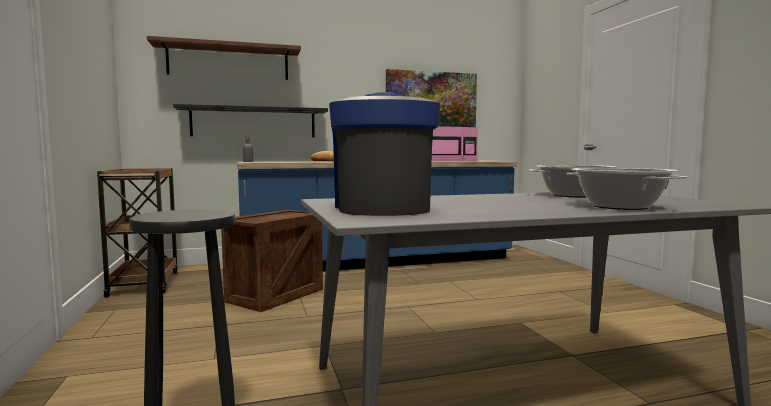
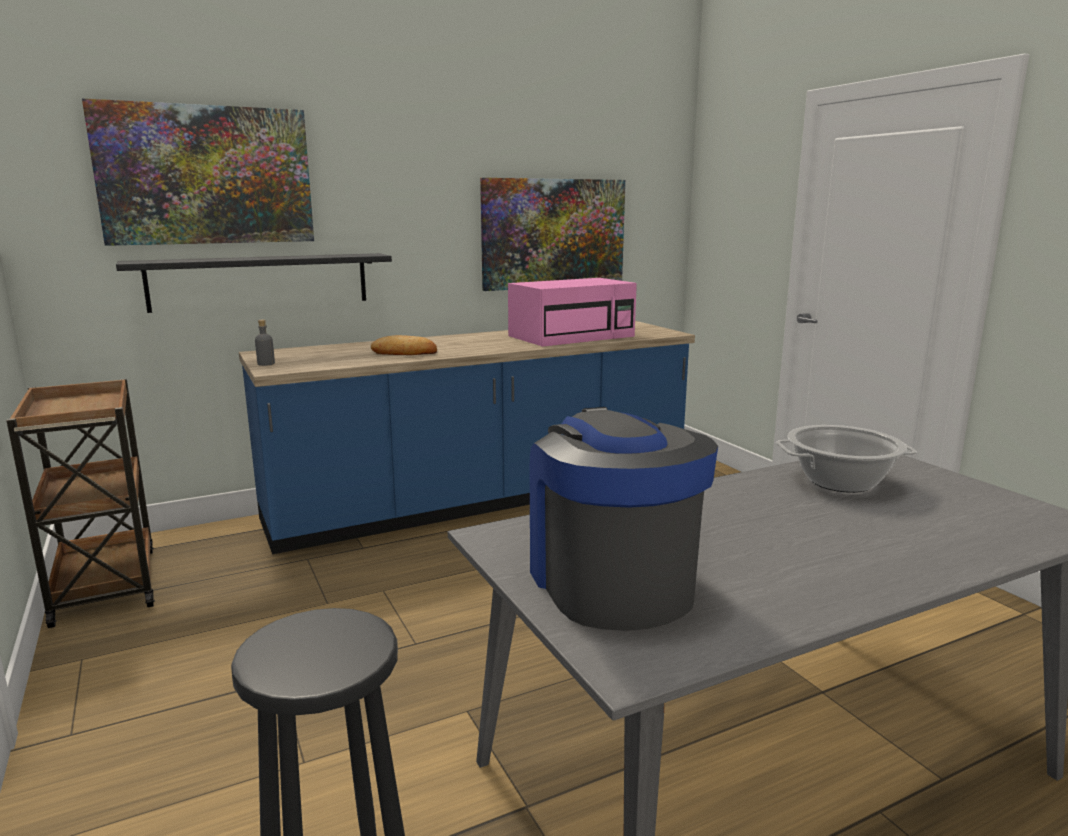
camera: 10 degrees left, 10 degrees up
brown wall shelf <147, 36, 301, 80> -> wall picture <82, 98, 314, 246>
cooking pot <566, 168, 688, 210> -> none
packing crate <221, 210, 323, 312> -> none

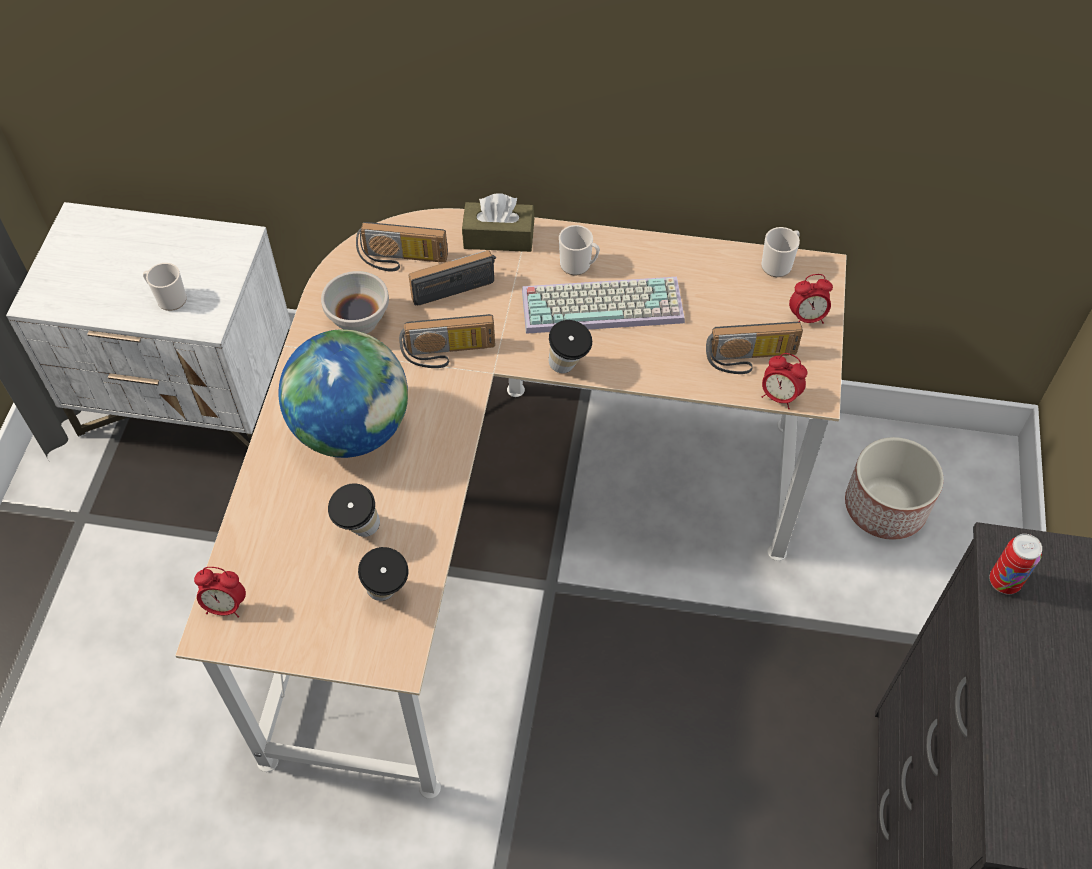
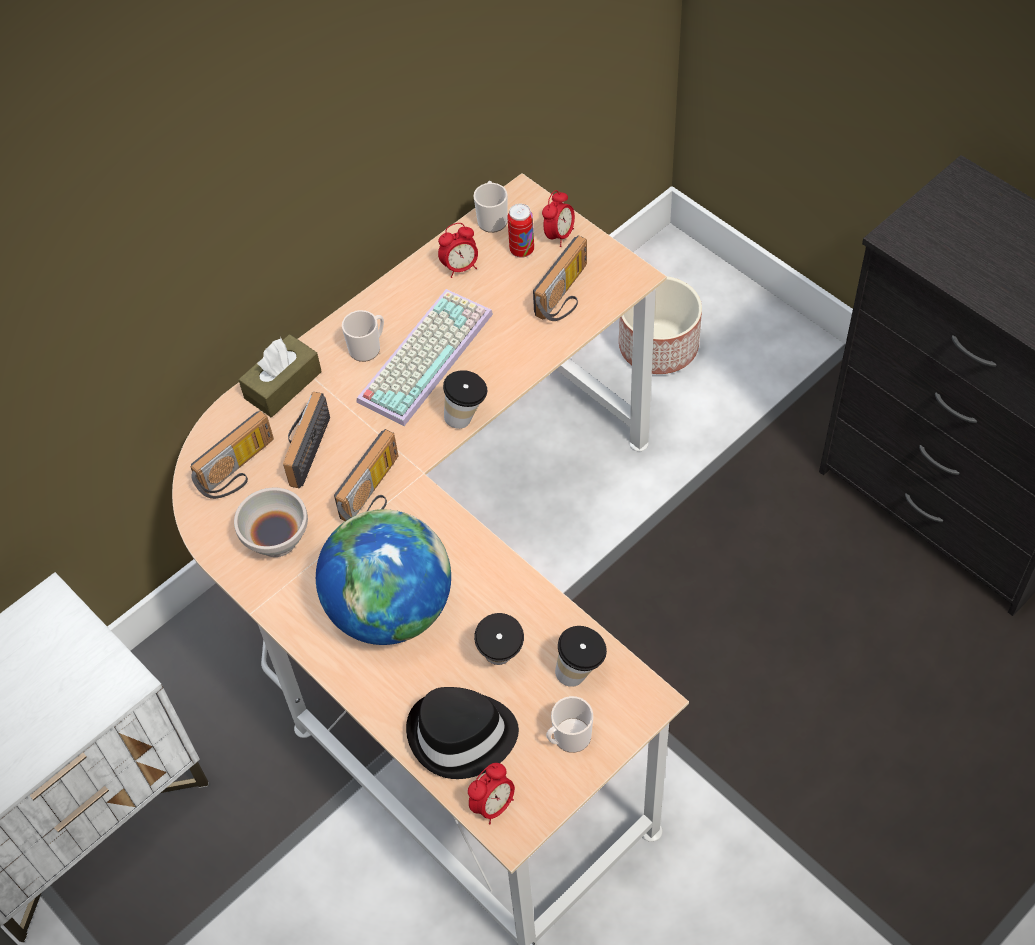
camera: 50 degrees left, 0 degrees up
coffee mug <143, 263, 187, 311> -> coffee mug <546, 696, 593, 753>, shifted
table clock <762, 353, 807, 409> -> table clock <438, 223, 478, 278>, shifted
metal can <990, 534, 1042, 594> -> metal can <507, 204, 534, 258>, shifted
none -> blackish hat <406, 687, 519, 779>

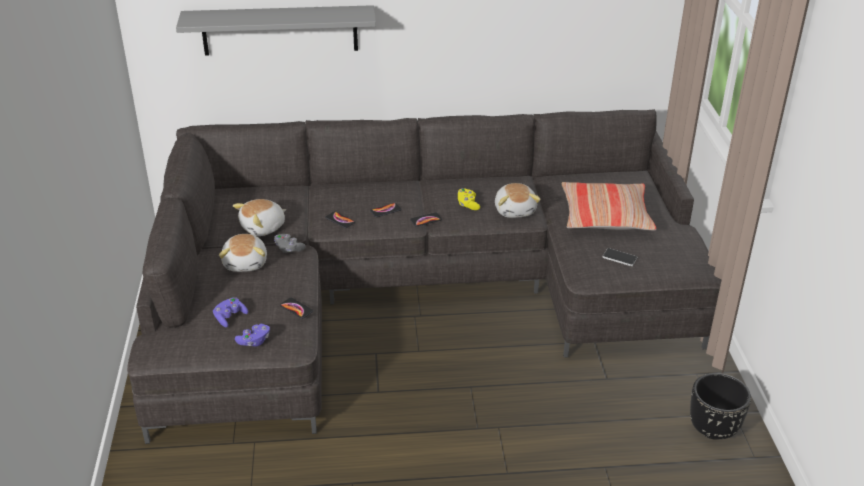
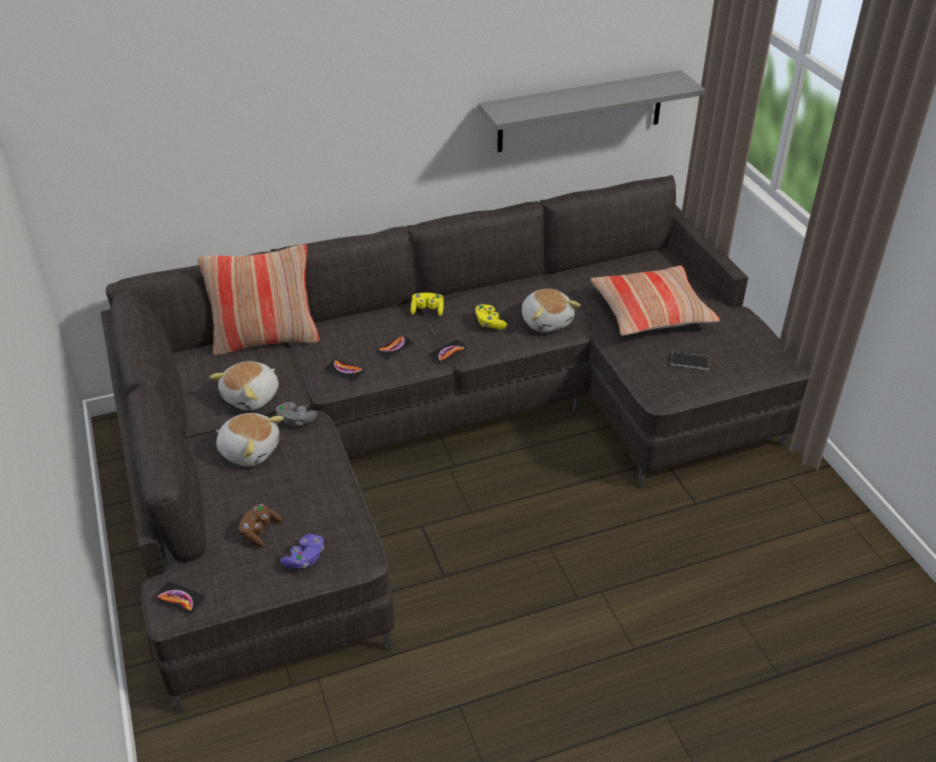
camera: 15 degrees left, 5 degrees up
greyish wall shelf <176, 5, 376, 56> -> greyish wall shelf <479, 70, 705, 152>, shifted
cuddly toy <219, 234, 267, 272> -> cuddly toy <216, 413, 284, 466>, 45 degrees counterclockwise
purple-coloured joypad <213, 297, 248, 328> -> brown joypad <239, 504, 282, 547>
phone <280, 298, 313, 319> -> phone <155, 582, 206, 613>, shifted
blackish plant pot <690, 373, 751, 440> -> none
none -> pillow <198, 244, 320, 355>
none -> yellow joypad <411, 293, 443, 316>

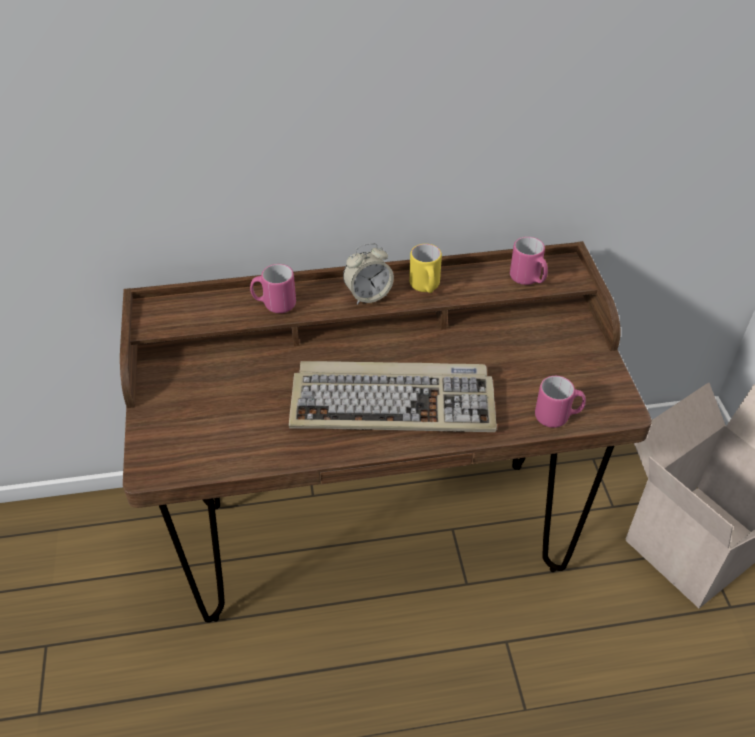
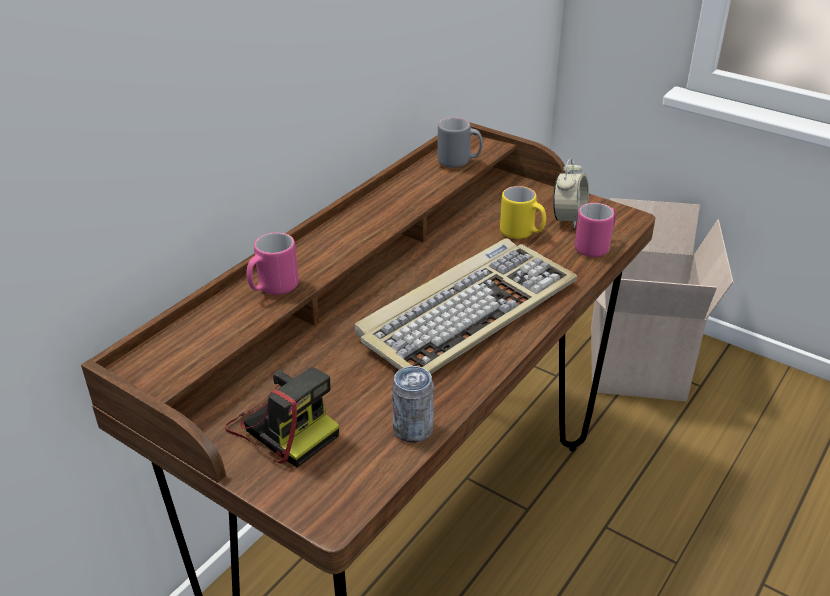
camera: 45 degrees left, 10 degrees down
pink coffee mug <510, 237, 548, 285> -> greyish coffee mug <437, 117, 483, 168>
table clock <343, 243, 394, 304> -> table clock <553, 158, 589, 229>, shifted
yellow coffee mug <409, 244, 442, 293> -> yellow coffee mug <500, 186, 546, 239>, shifted
none -> metal can <392, 366, 434, 443>
none -> still camera <225, 367, 339, 468>

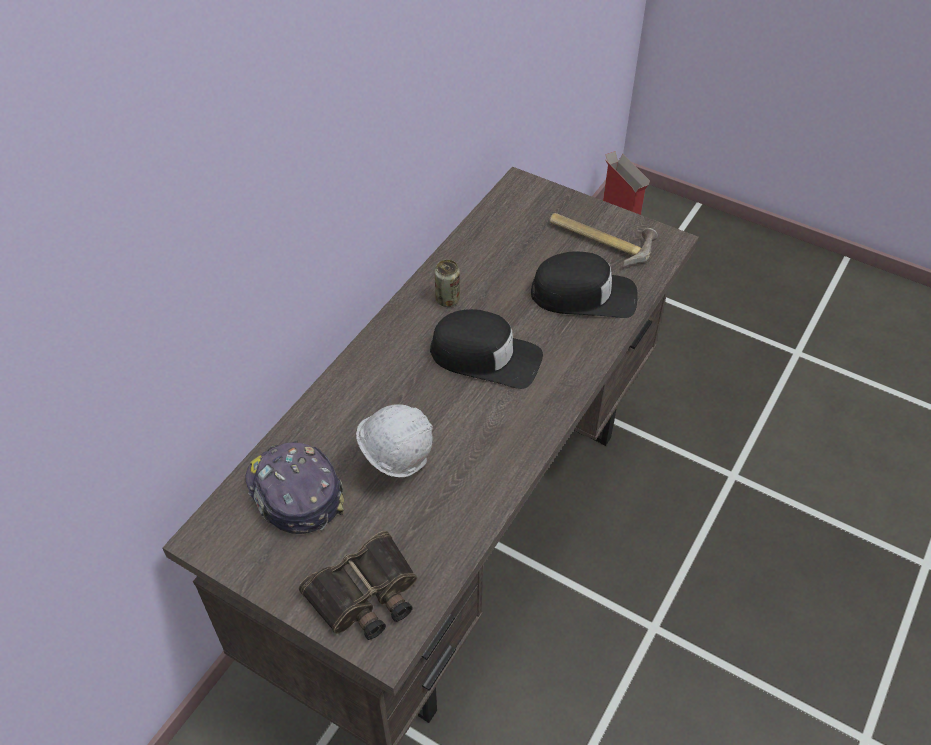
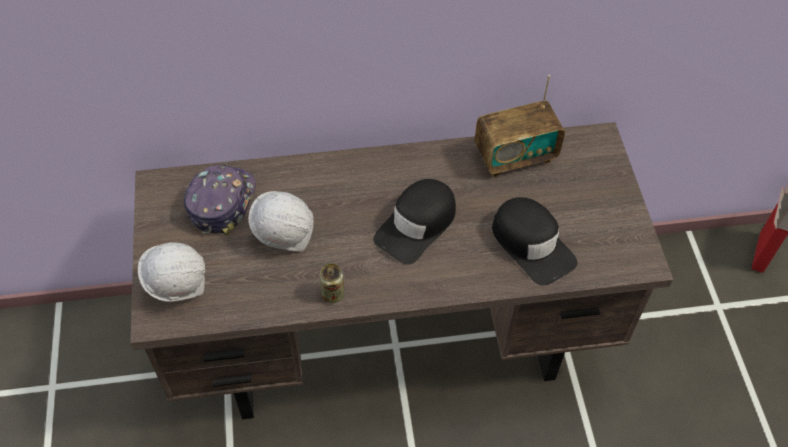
camera: 50 degrees right, 5 degrees up
hand hammer <550, 213, 658, 267> -> none
metal can <435, 260, 460, 307> -> metal can <320, 264, 345, 303>, shifted
blackish baseball cap <430, 309, 543, 389> -> blackish baseball cap <373, 179, 456, 265>, 60 degrees clockwise
field glasses <299, 531, 417, 640> -> white work helmet <138, 242, 206, 302>
none -> radio <475, 75, 565, 177>

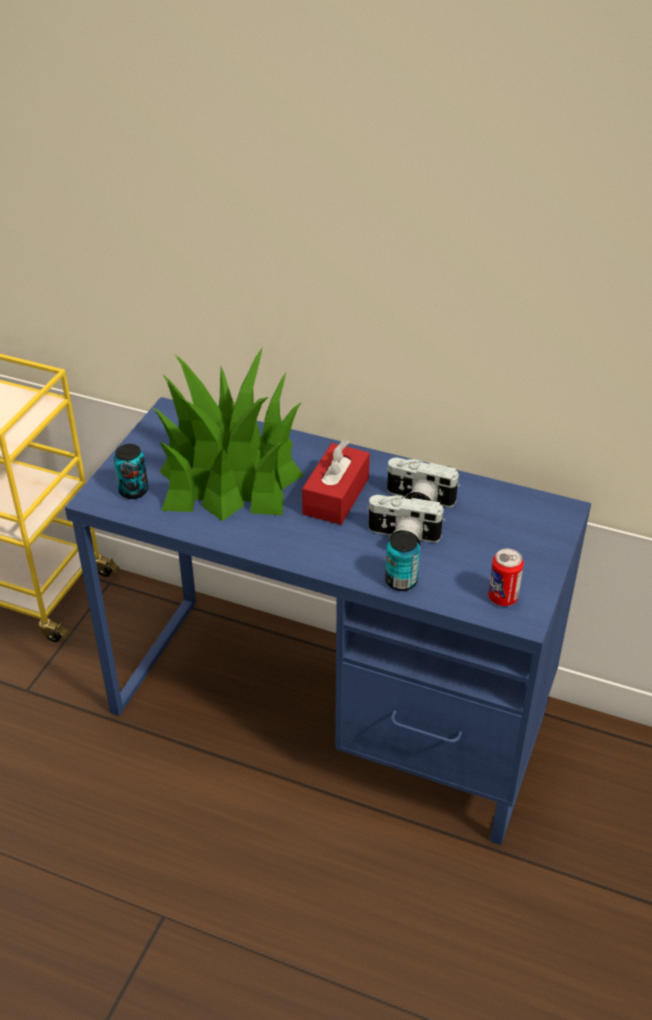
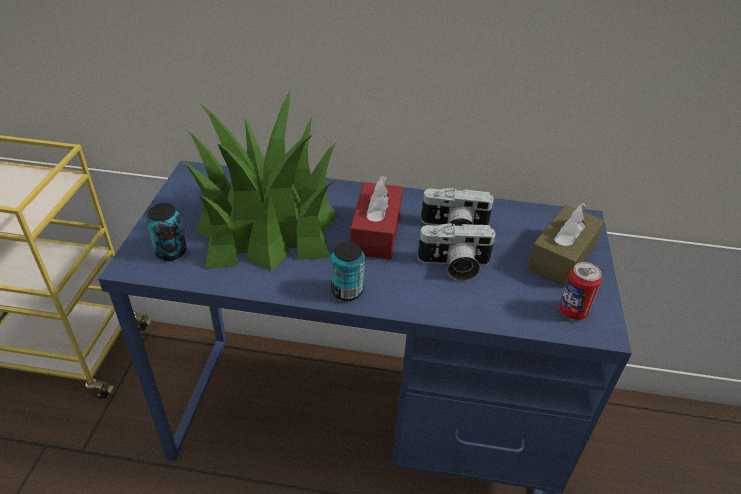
camera: 15 degrees left, 0 degrees up
metal can <385, 532, 420, 591> -> metal can <331, 241, 365, 301>, shifted
none -> brown box of tissues <526, 202, 604, 287>

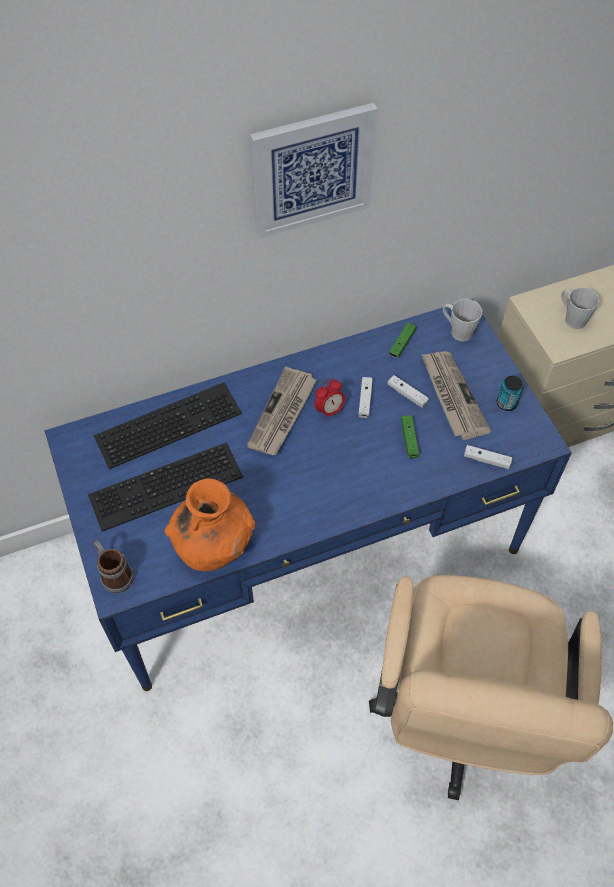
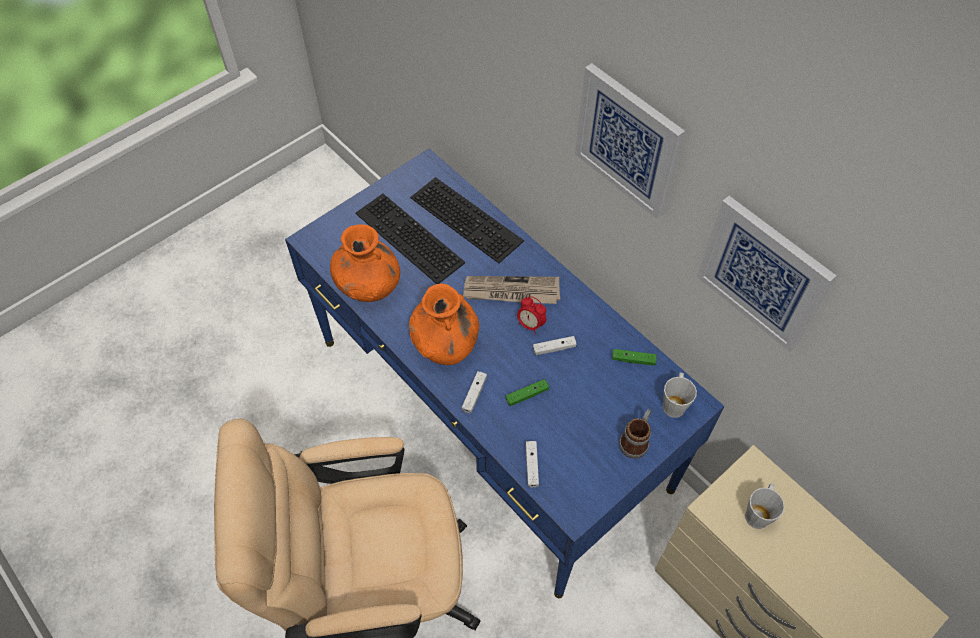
camera: 70 degrees right, 0 degrees up
printed paper <421, 351, 491, 440> -> none
white joypad <387, 375, 429, 408> -> white joypad <462, 371, 487, 413>, shifted
metal can <497, 376, 523, 411> -> none
coffee mug <93, 540, 133, 593> -> coffee mug <619, 409, 652, 459>, shifted
none -> wall picture <697, 196, 836, 352>
none -> orange-coloured vase <409, 284, 479, 365>

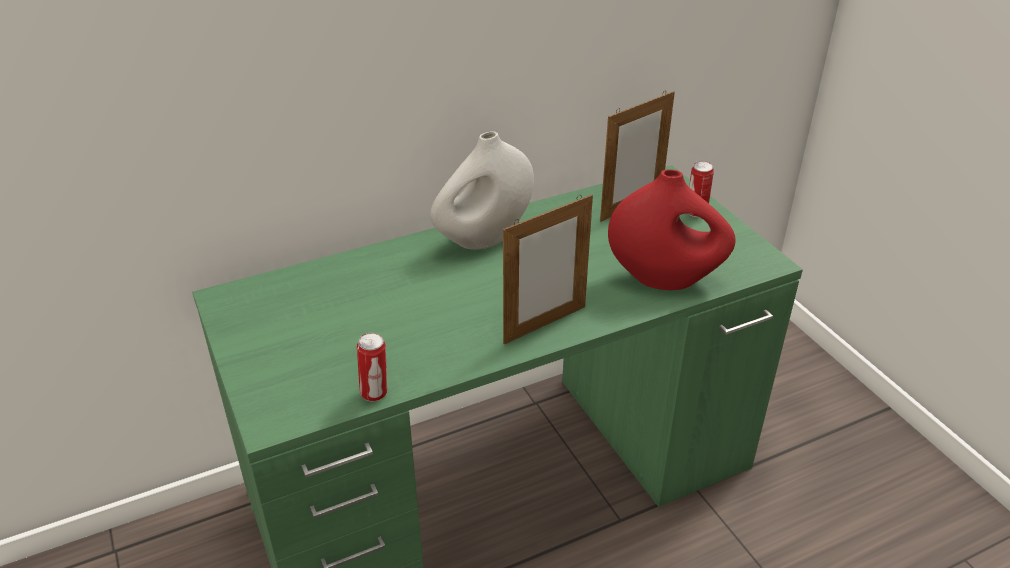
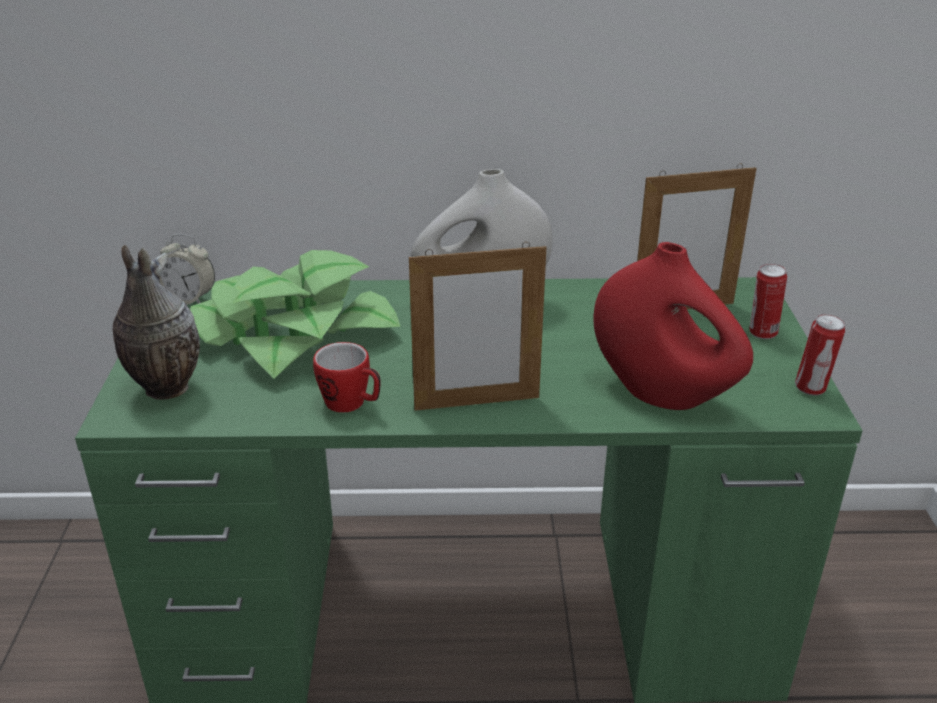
camera: 25 degrees right, 5 degrees down
metal can <357, 333, 387, 402> -> metal can <795, 314, 845, 395>, shifted
none -> table clock <160, 234, 215, 305>
none -> vase <113, 245, 200, 400>
none -> potted plant <190, 250, 401, 379>
none -> coffee mug <313, 342, 381, 413>

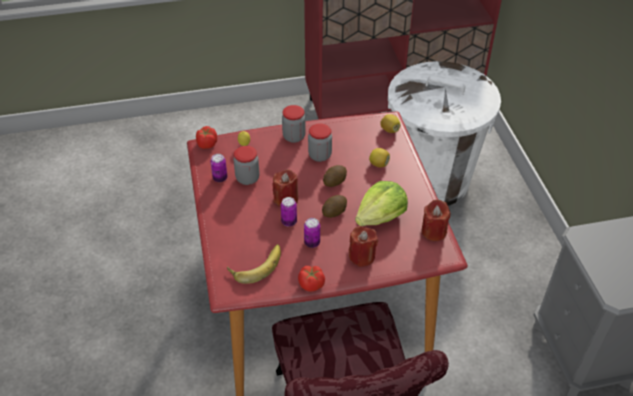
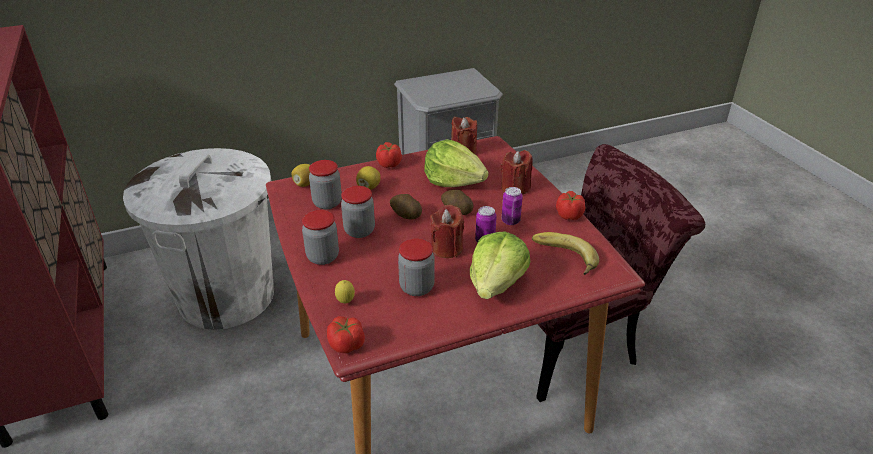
camera: 100 degrees left, 10 degrees down
metal can <210, 154, 227, 182> -> none
none -> tomato <376, 142, 402, 168>
none -> jar <309, 160, 342, 209>
none -> lettuce <470, 232, 531, 299>

